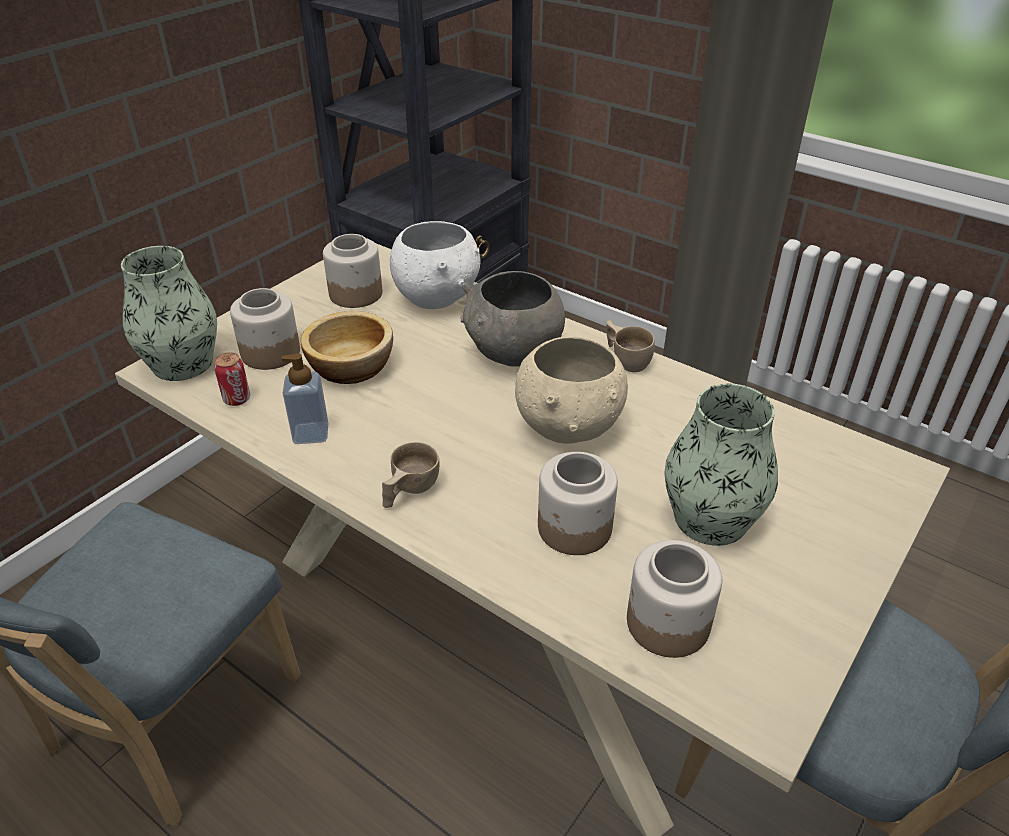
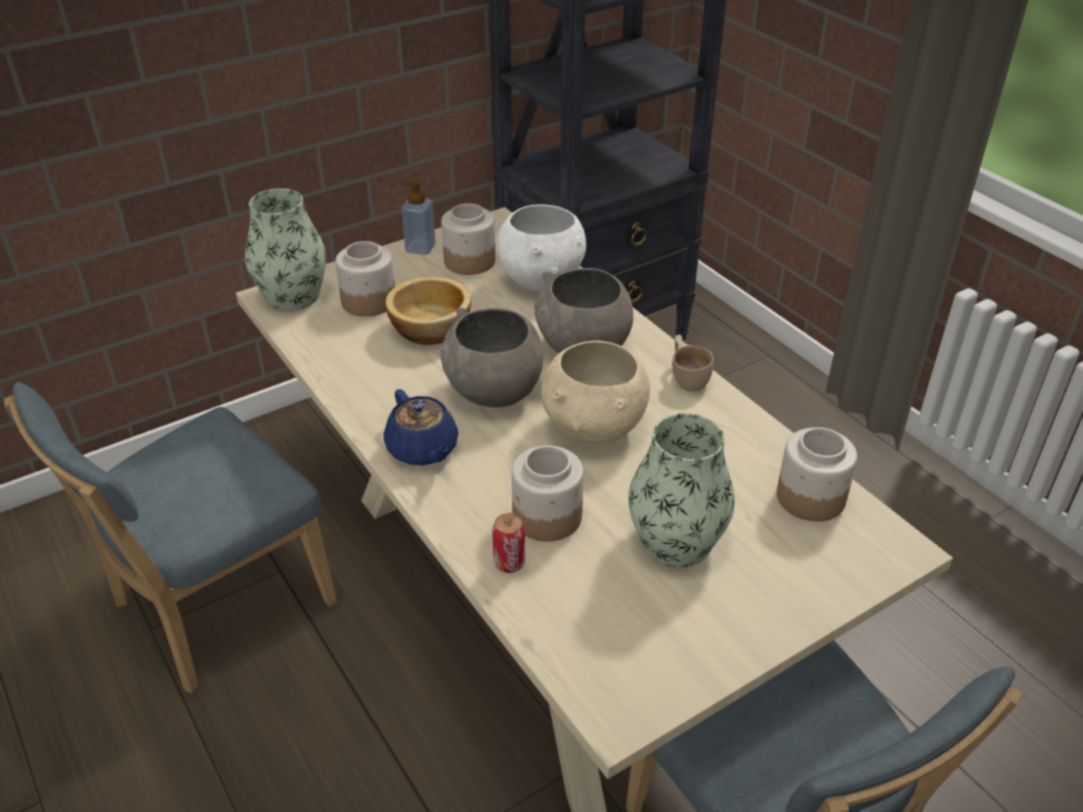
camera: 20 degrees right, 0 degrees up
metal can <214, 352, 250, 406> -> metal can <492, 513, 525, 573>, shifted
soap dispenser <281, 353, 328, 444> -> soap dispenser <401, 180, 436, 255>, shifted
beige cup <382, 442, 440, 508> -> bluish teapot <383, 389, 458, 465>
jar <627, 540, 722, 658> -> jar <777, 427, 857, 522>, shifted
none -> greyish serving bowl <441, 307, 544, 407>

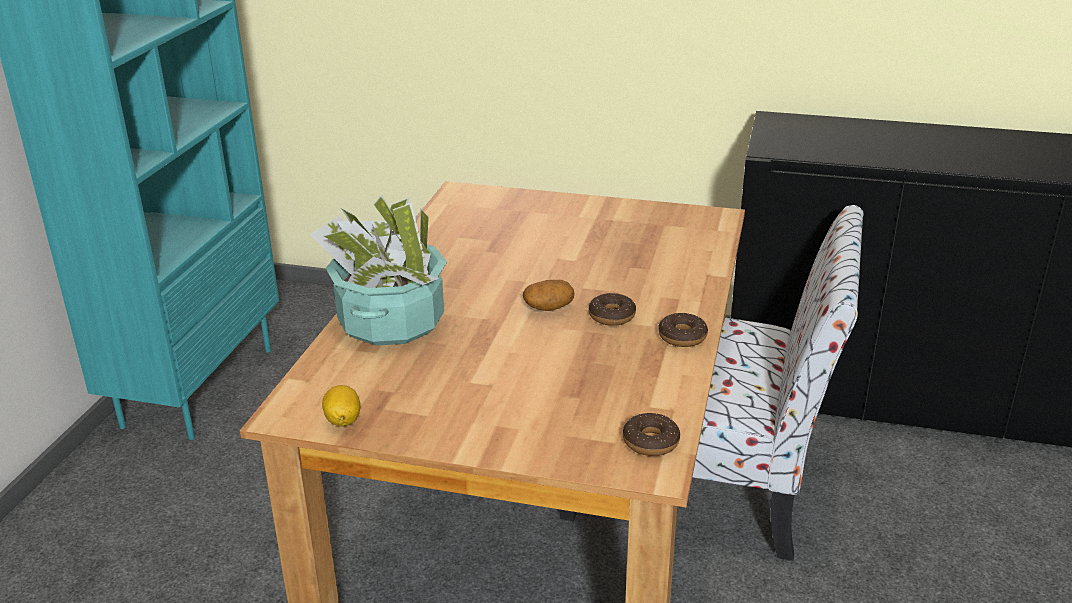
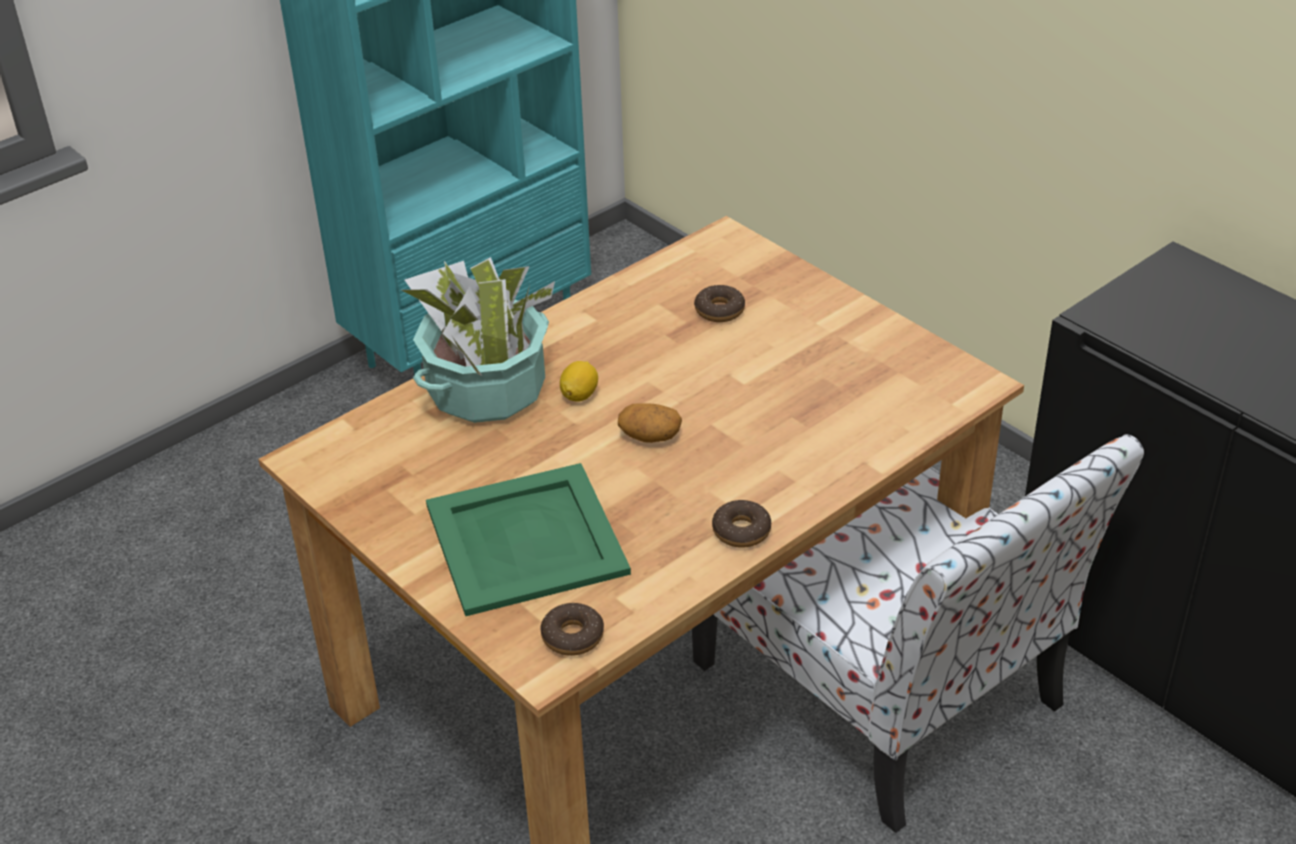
camera: 35 degrees right, 10 degrees up
ring doughnut <589, 293, 636, 326> -> ring doughnut <694, 285, 745, 322>, shifted
citrus fruit <322, 385, 360, 426> -> citrus fruit <560, 361, 598, 402>, shifted
none -> green-coloured serving tray <426, 463, 631, 616>

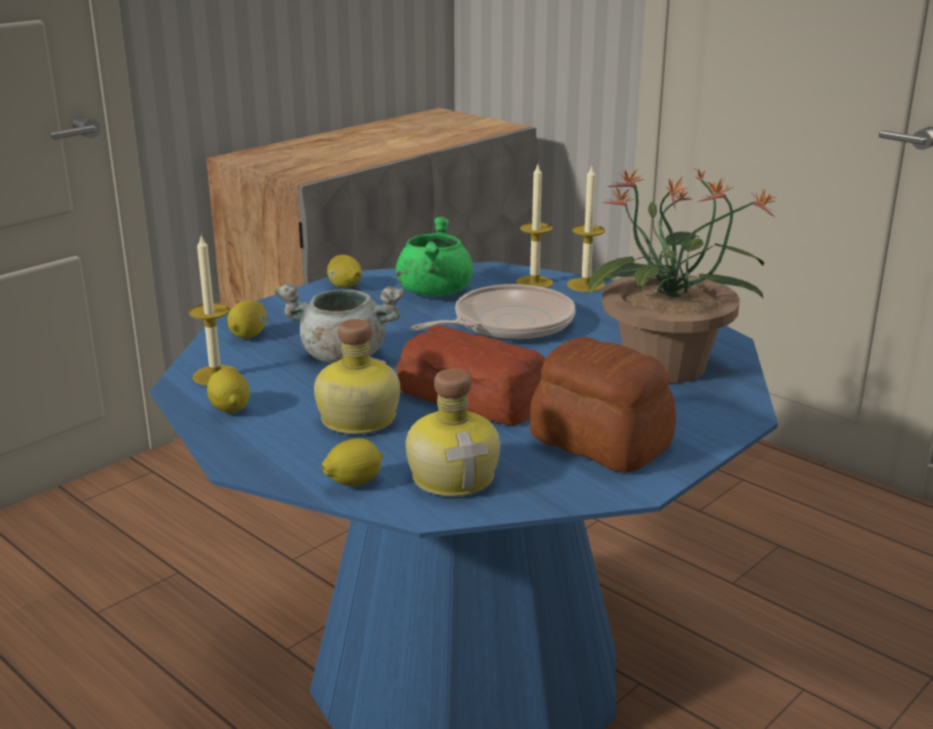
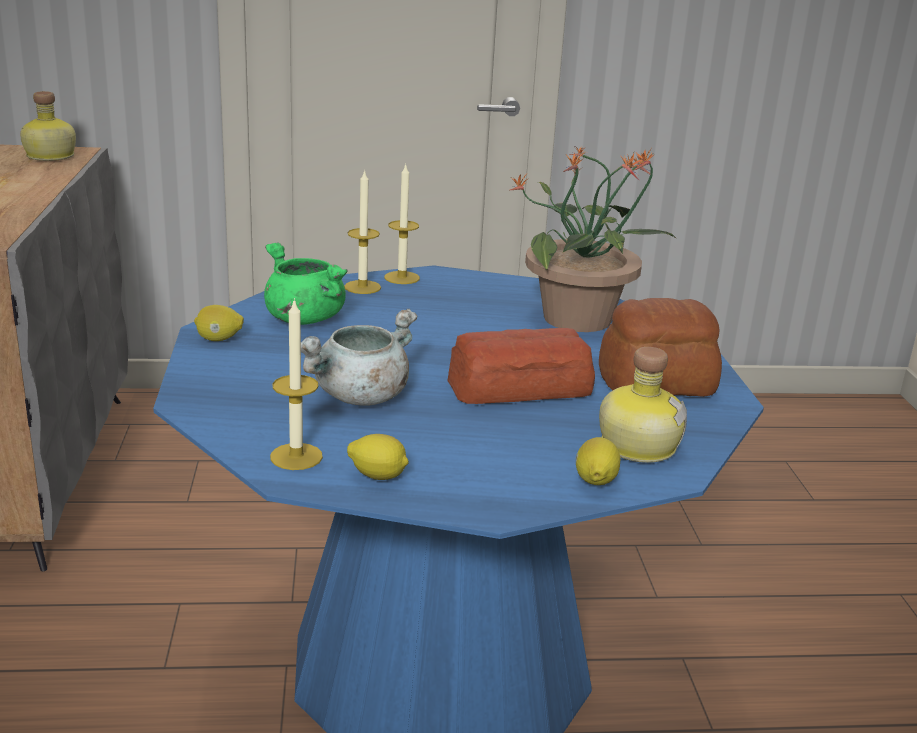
camera: 50 degrees left, 0 degrees up
frying pan <411, 284, 575, 340> -> none
citrus fruit <227, 300, 267, 338> -> none
bottle <314, 319, 400, 434> -> bottle <20, 91, 76, 161>, shifted

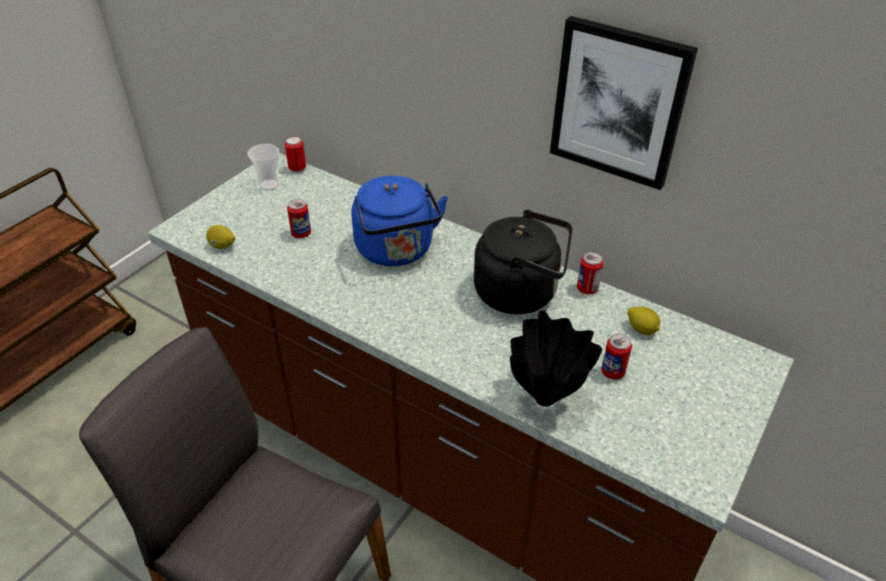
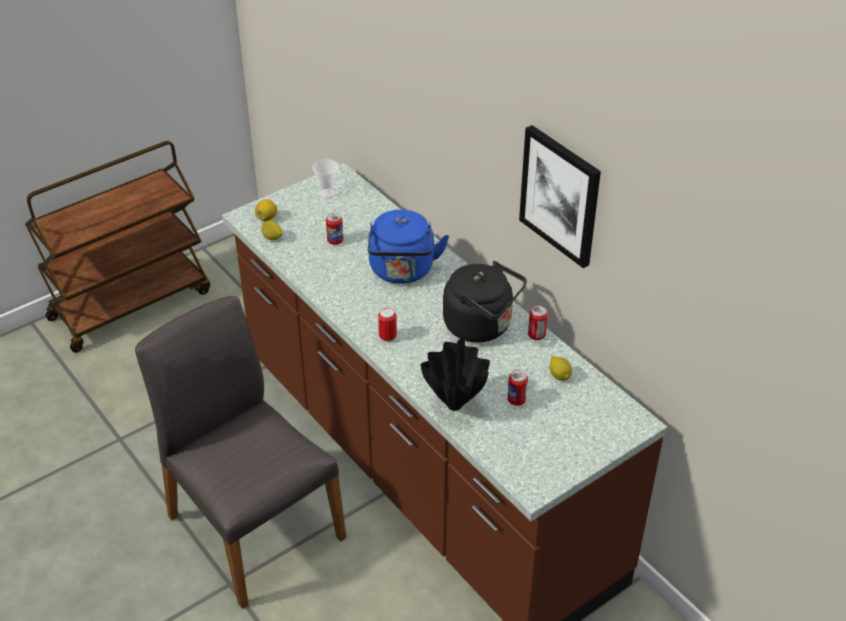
camera: 20 degrees right, 0 degrees up
metal can <285, 136, 306, 173> -> metal can <378, 308, 397, 342>, shifted
none -> citrus fruit <255, 199, 277, 221>

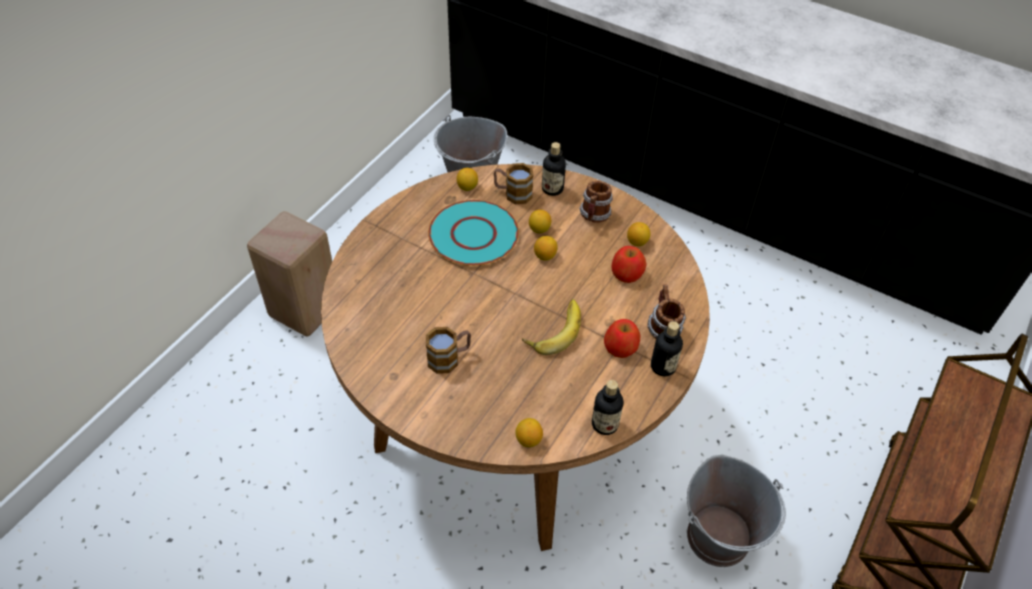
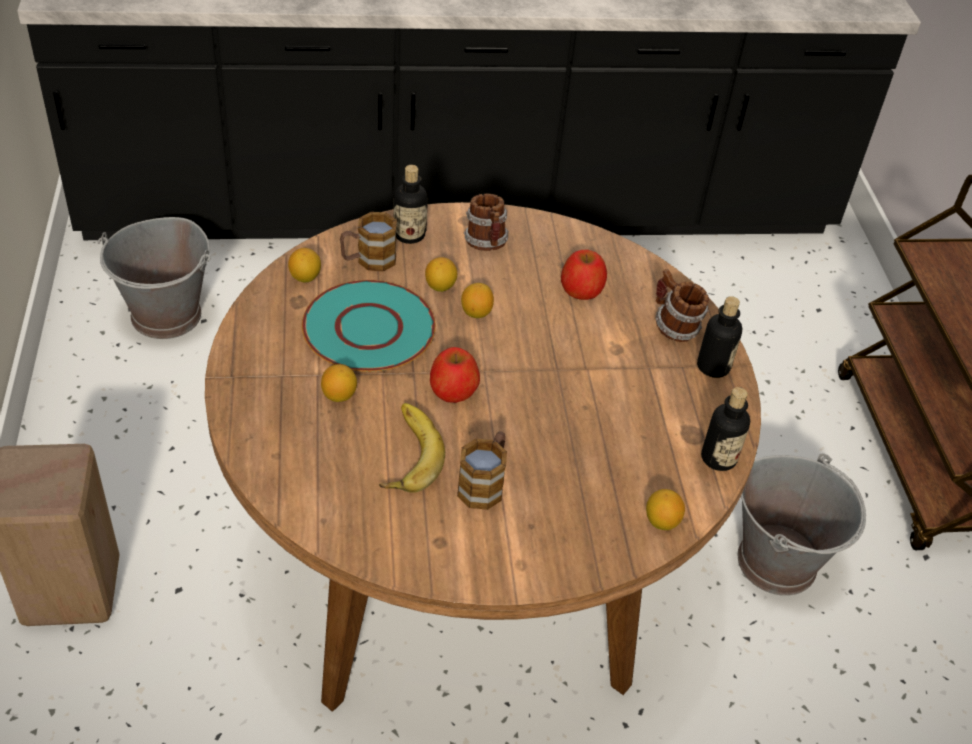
camera: 40 degrees left, 5 degrees down
citrus fruit <627, 222, 650, 246> -> citrus fruit <321, 364, 357, 402>, shifted
whole banana <522, 299, 581, 355> -> whole banana <379, 403, 445, 493>, shifted
whole apple <604, 319, 640, 358> -> whole apple <430, 347, 480, 403>, shifted

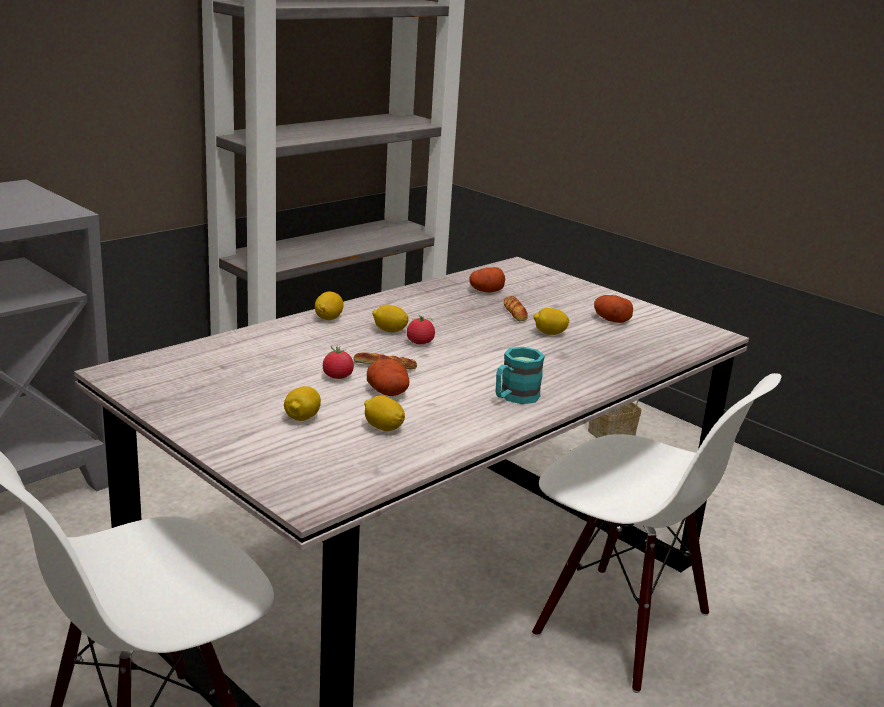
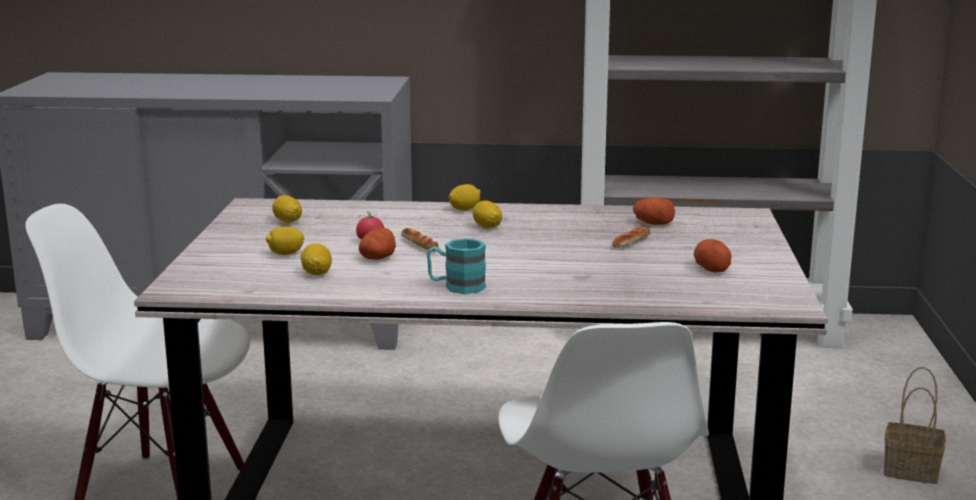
camera: 50 degrees right, 5 degrees down
citrus fruit <534, 308, 570, 335> -> citrus fruit <272, 195, 302, 223>, shifted
tomato <407, 314, 435, 344> -> none

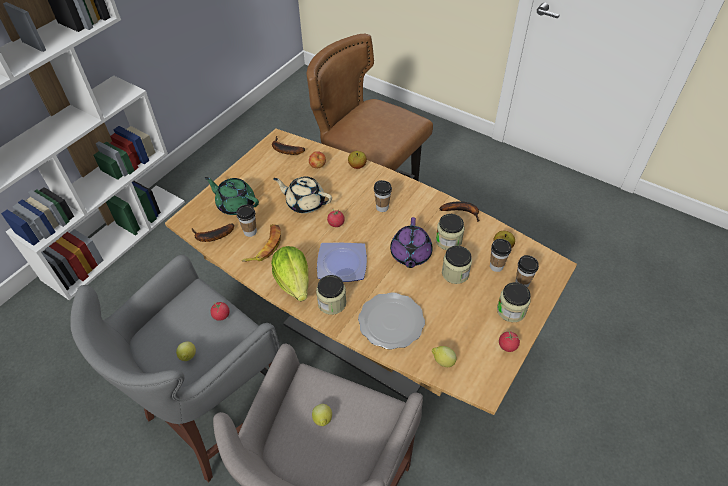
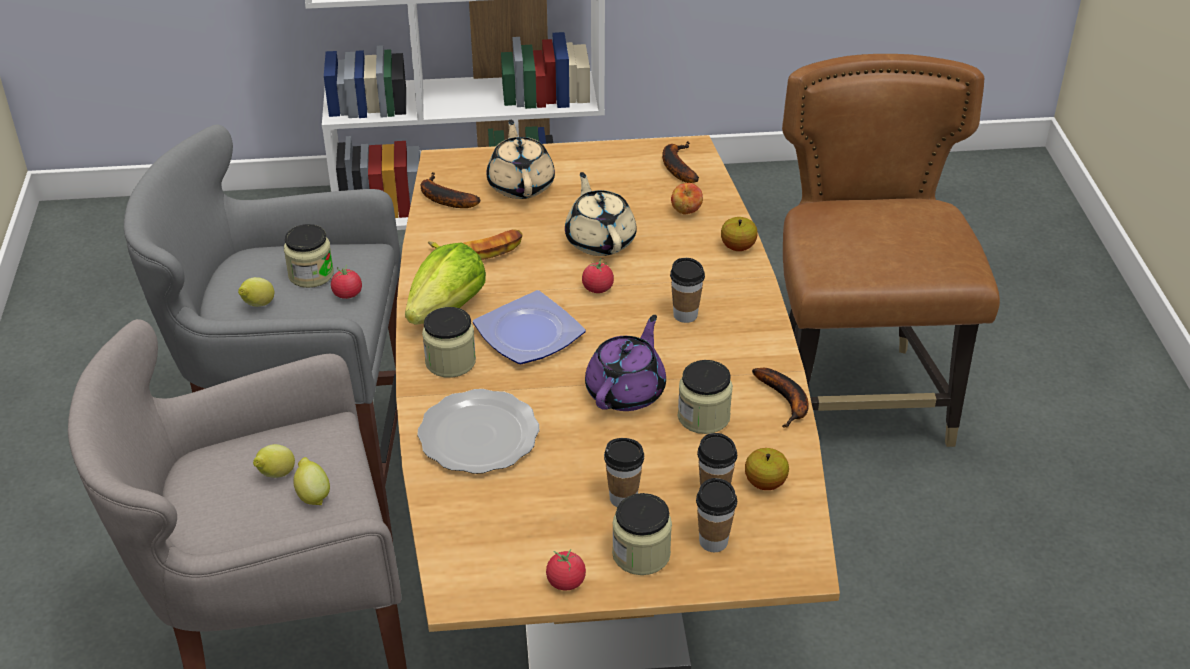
camera: 50 degrees right, 10 degrees down
green-coloured teapot <205, 177, 259, 215> -> beige teapot <487, 120, 555, 199>
cup <237, 205, 257, 237> -> cup <604, 438, 644, 507>, shifted
purple-coloured teapot <390, 217, 433, 268> -> purple-coloured teapot <585, 315, 666, 411>, 150 degrees clockwise
jar <442, 246, 472, 284> -> jar <284, 224, 334, 288>, shifted
citrus fruit <432, 346, 457, 367> -> citrus fruit <293, 457, 330, 505>, shifted

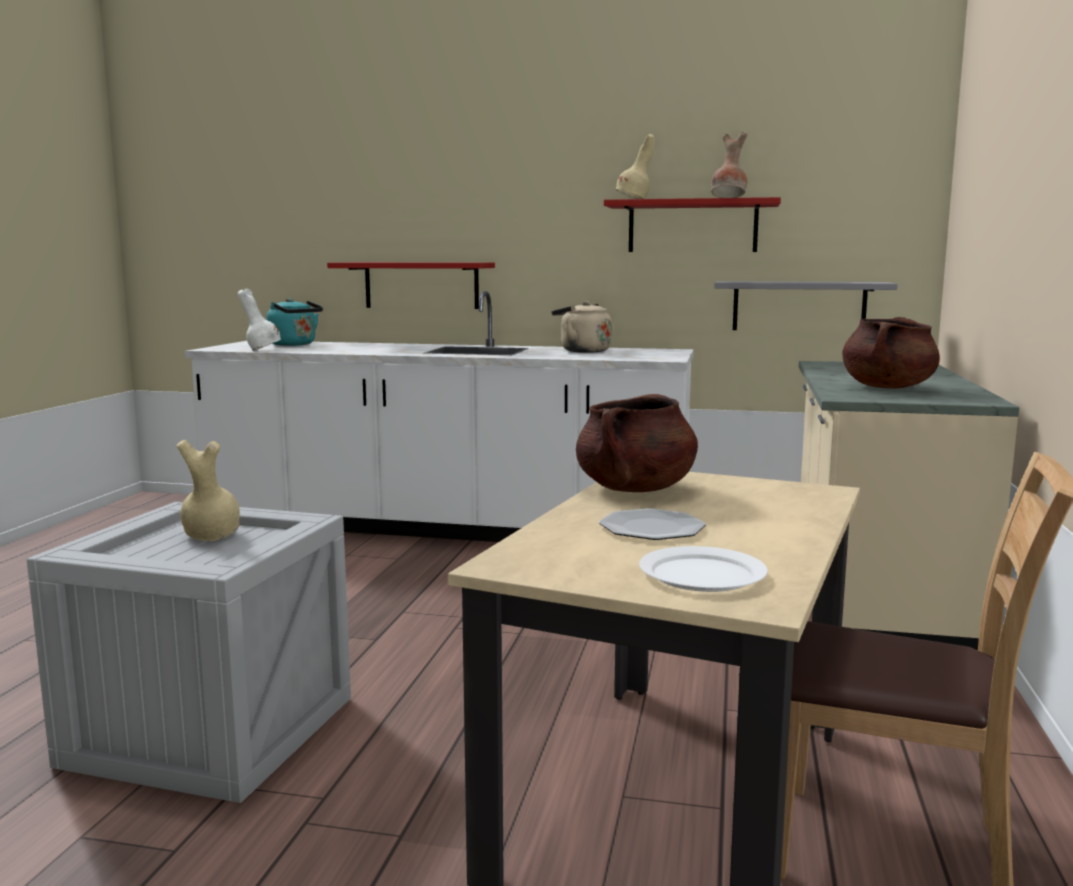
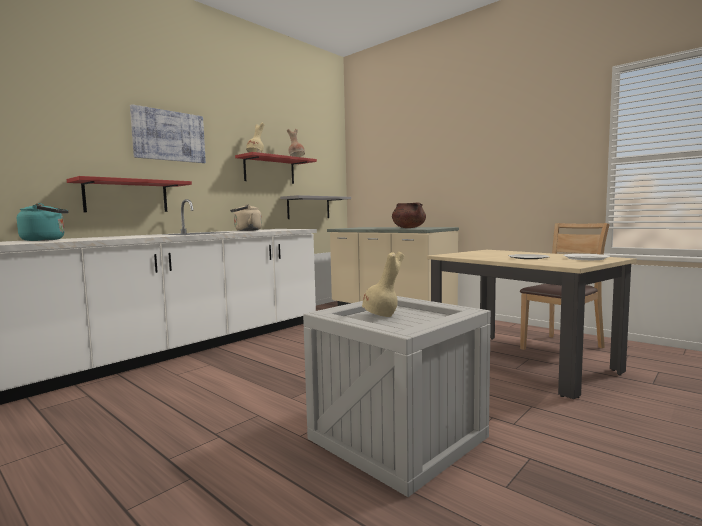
camera: 60 degrees left, 5 degrees down
white vase <237, 288, 281, 351> -> none
brown cooking pot <576, 394, 698, 492> -> none
none -> wall picture <130, 104, 206, 163>

